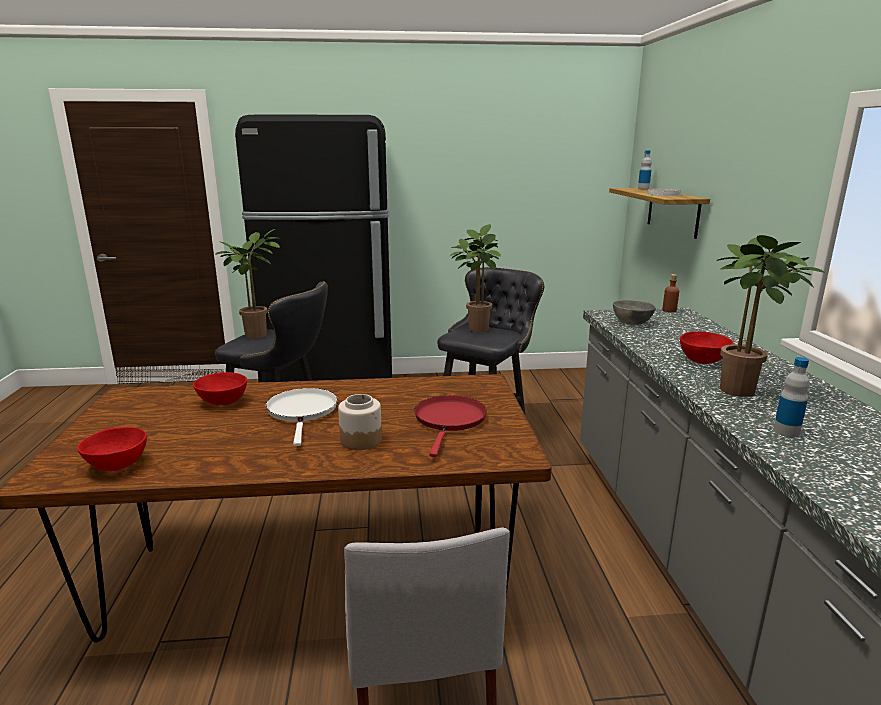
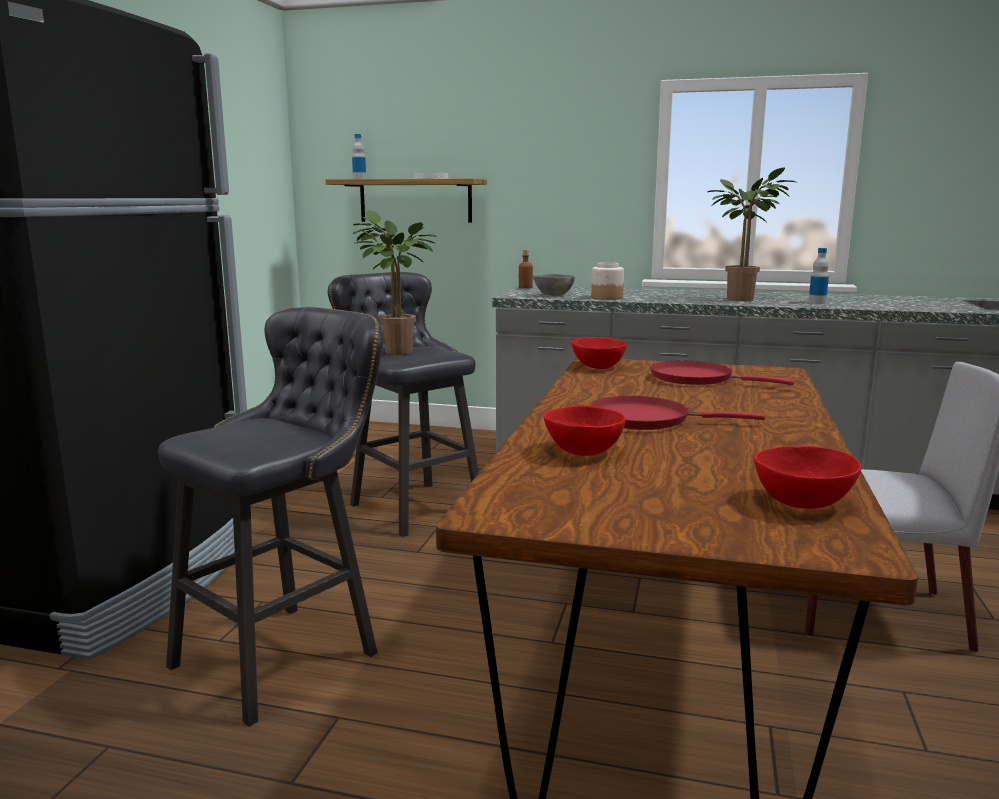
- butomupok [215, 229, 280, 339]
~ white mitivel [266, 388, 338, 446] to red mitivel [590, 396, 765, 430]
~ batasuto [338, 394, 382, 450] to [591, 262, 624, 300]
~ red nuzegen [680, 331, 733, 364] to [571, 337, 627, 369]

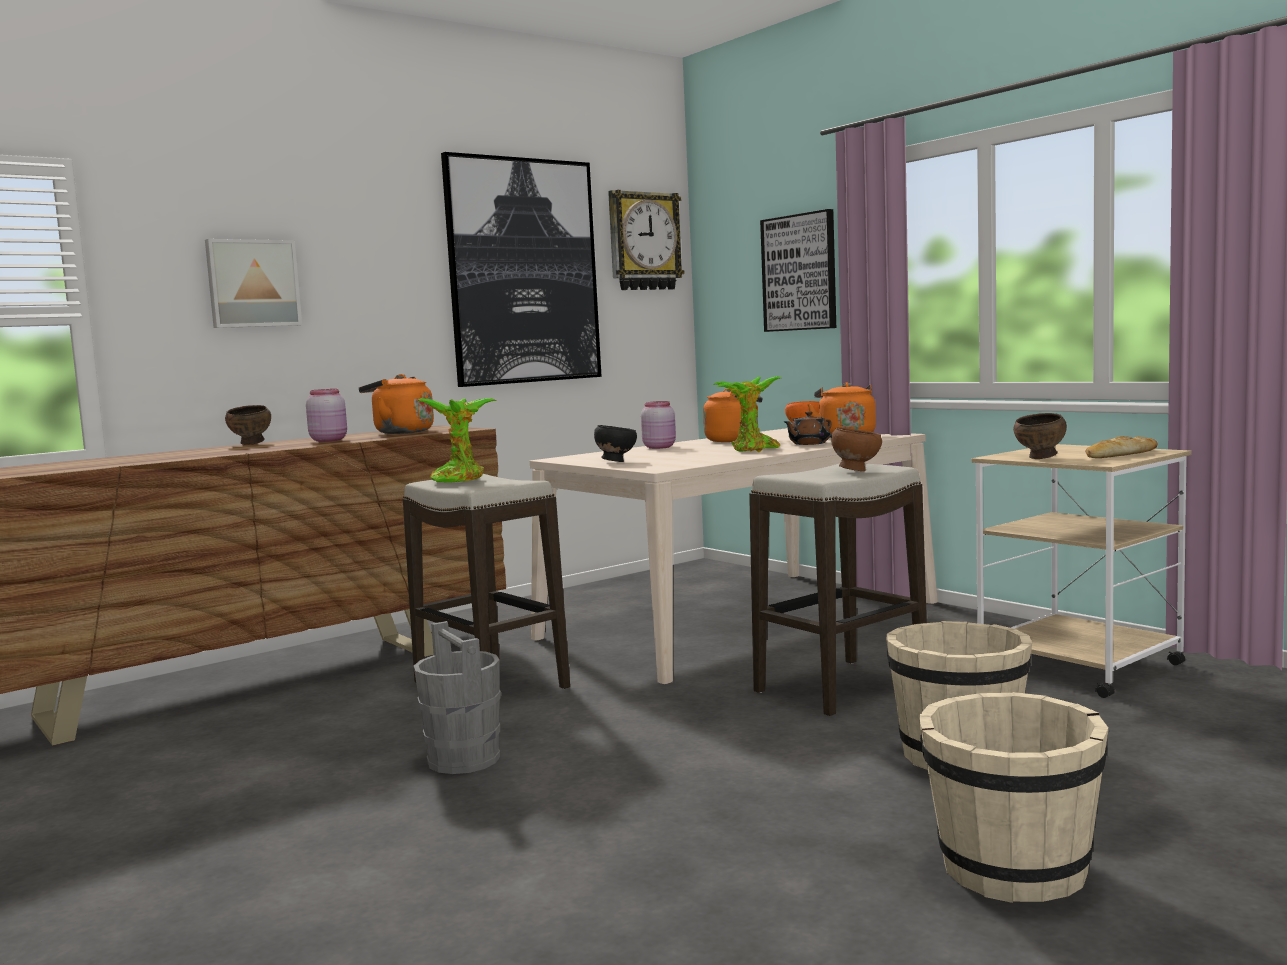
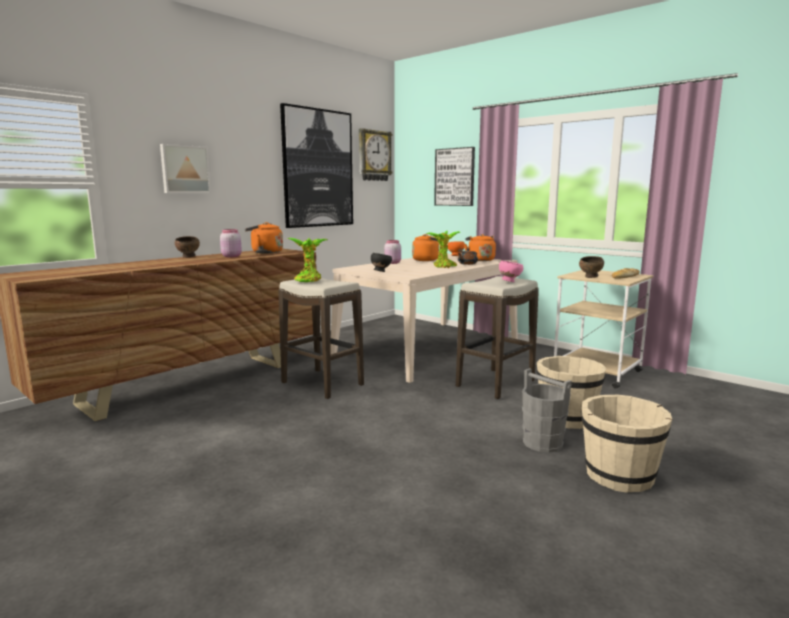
~ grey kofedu [414, 621, 501, 774] to [522, 368, 572, 453]
~ brown nuzegen [831, 427, 882, 471] to pink nuzegen [499, 260, 523, 282]

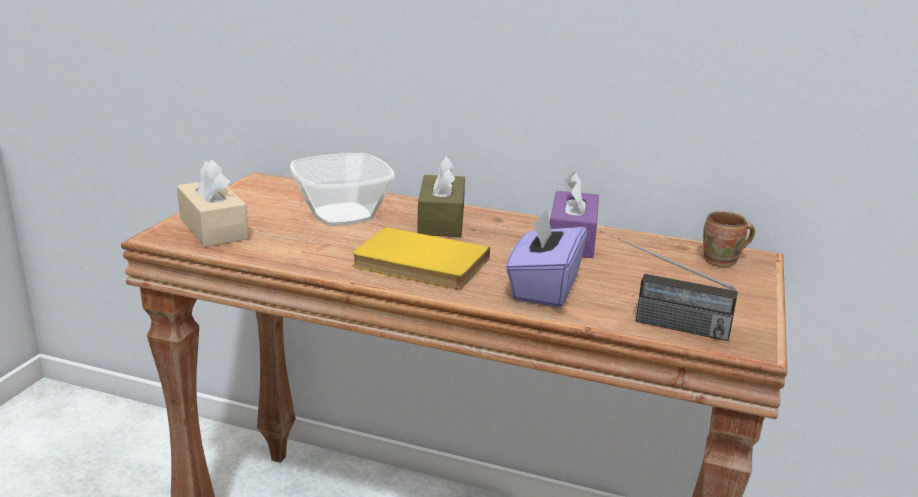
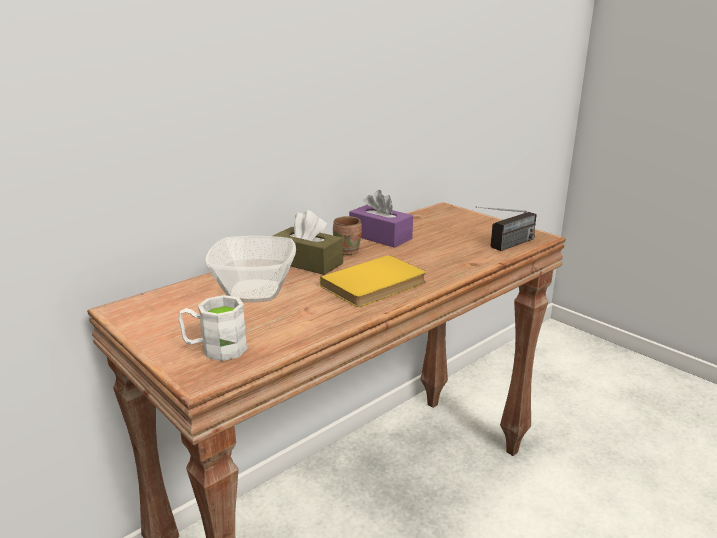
~ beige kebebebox [177, 160, 249, 247] to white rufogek [178, 295, 248, 361]
- purple kebebebox [506, 208, 587, 308]
~ brown rufogek [703, 211, 755, 267] to [333, 216, 362, 255]

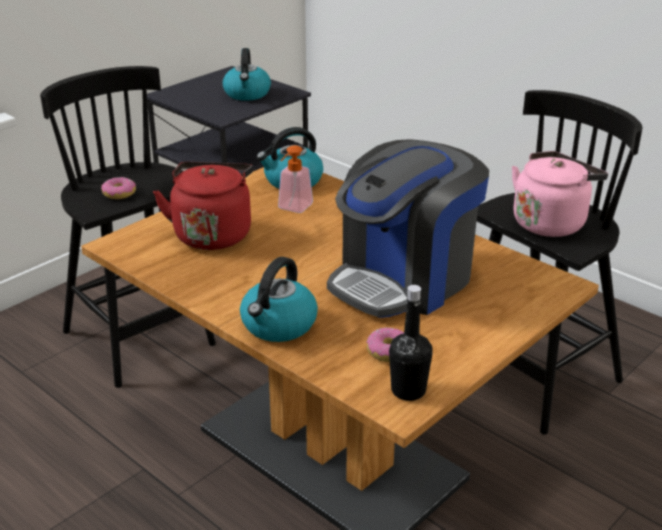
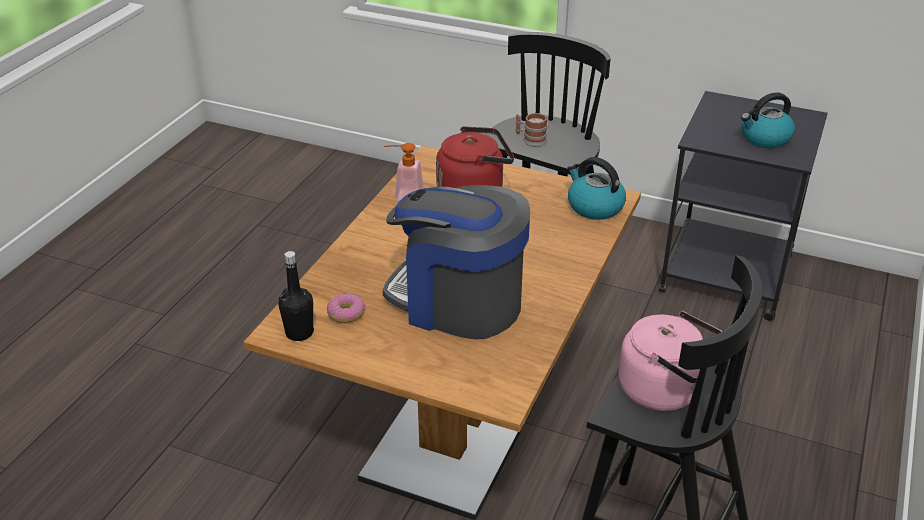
~ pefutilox [101, 177, 136, 199] to rufogek [516, 113, 548, 147]
- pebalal [240, 257, 318, 342]
~ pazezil [278, 145, 313, 213] to [384, 143, 424, 201]

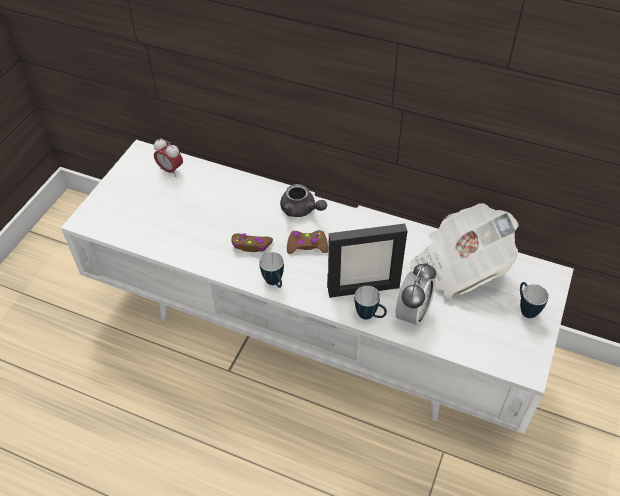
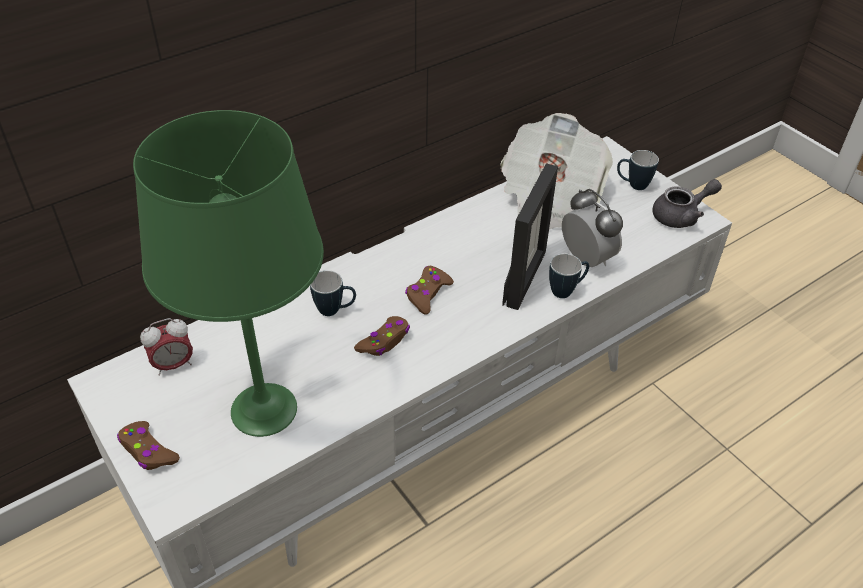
~ rufogek [259, 252, 284, 288] to [310, 270, 356, 316]
~ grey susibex [280, 184, 327, 217] to [652, 179, 722, 228]
+ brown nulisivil [117, 421, 180, 470]
+ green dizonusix [133, 110, 324, 437]

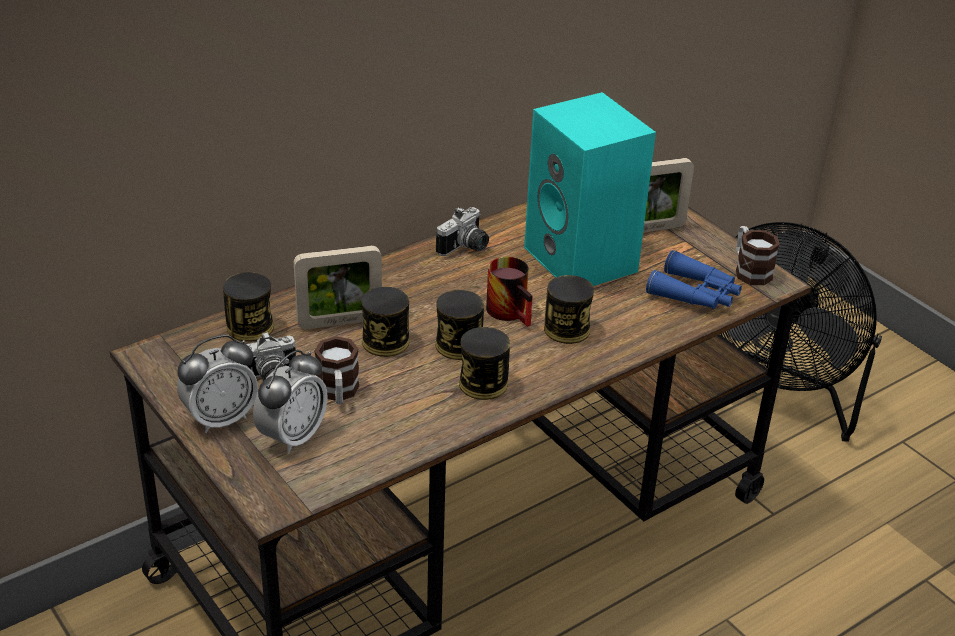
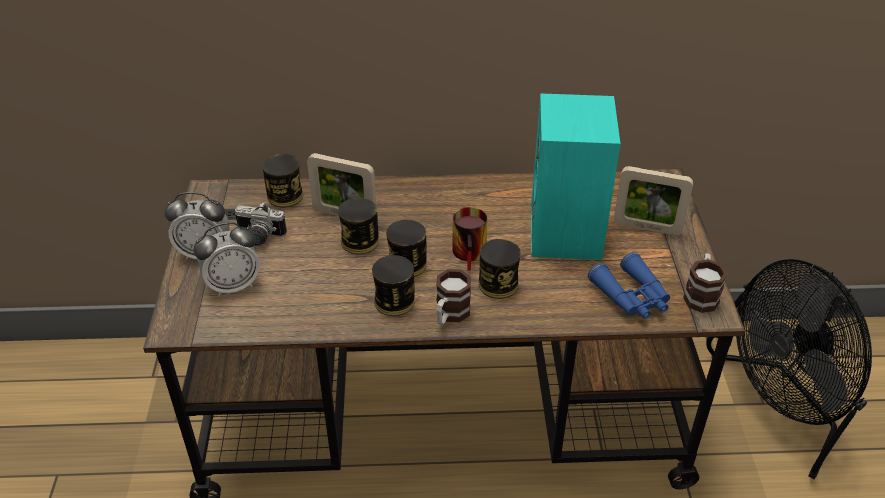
~ rufogek [314, 336, 359, 404] to [436, 269, 471, 325]
- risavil [436, 207, 489, 256]

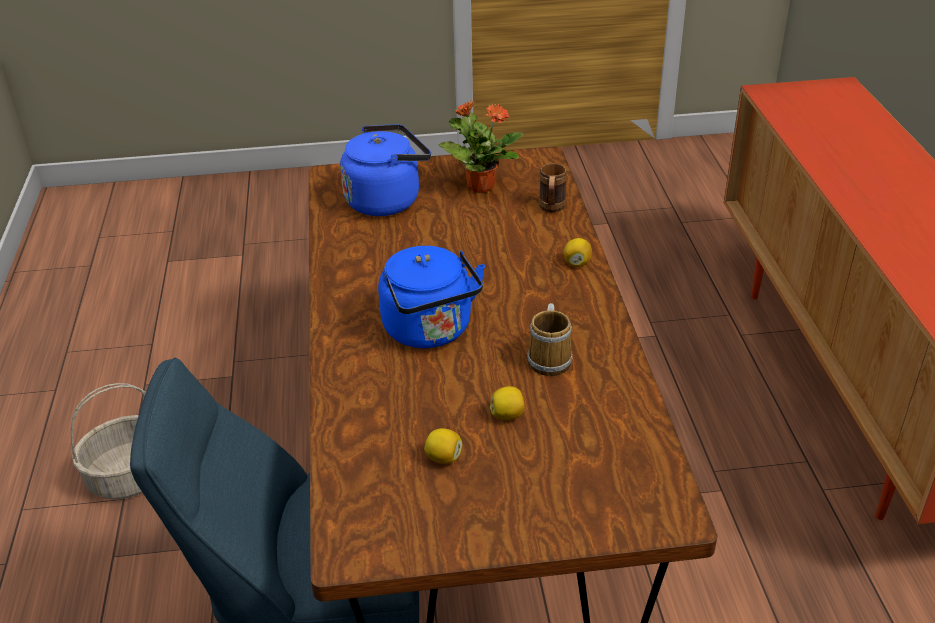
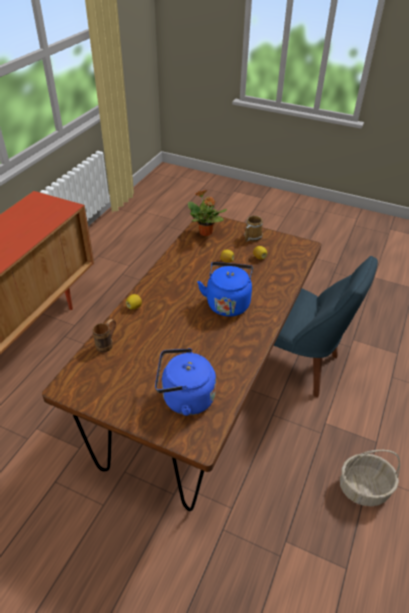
~ butomupok [438, 101, 523, 193] to [188, 190, 227, 236]
~ rufogek [527, 303, 573, 376] to [245, 216, 263, 242]

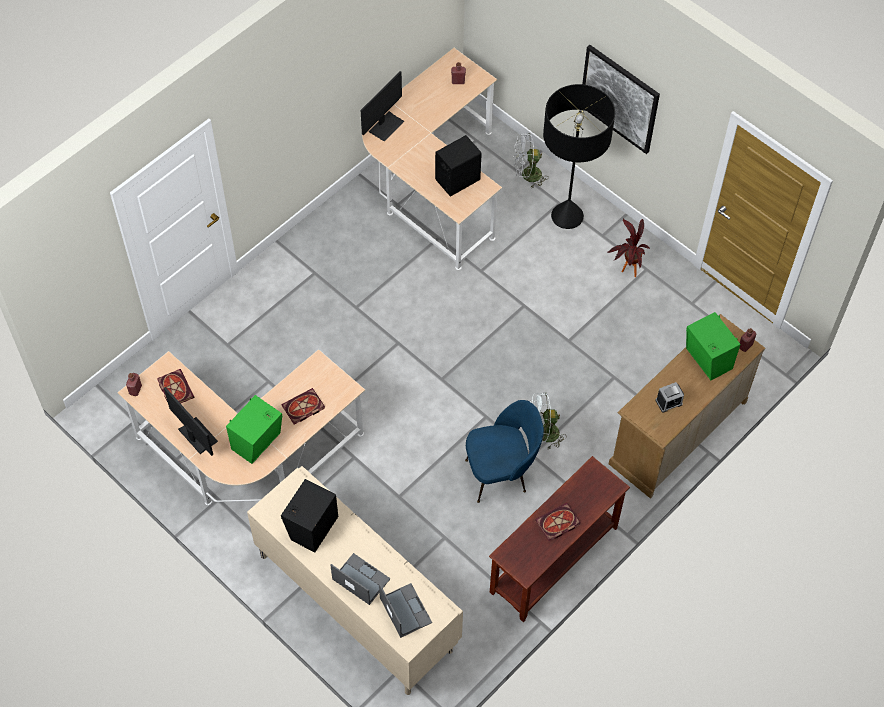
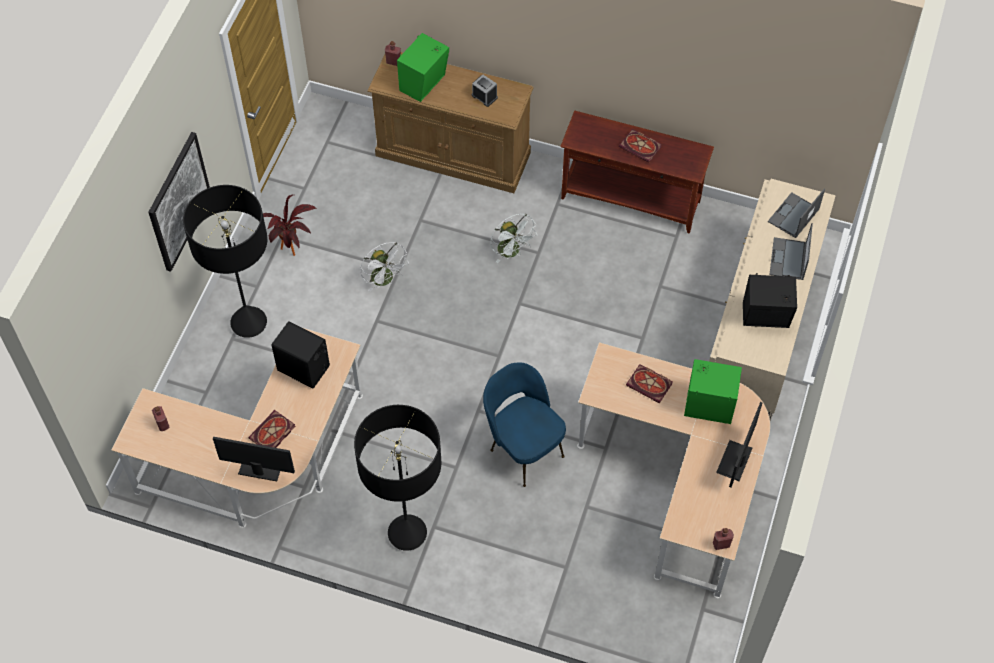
~ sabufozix [157, 369, 194, 404] to [248, 410, 295, 448]
~ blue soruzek [465, 400, 544, 503] to [483, 363, 566, 487]
~ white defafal [514, 133, 547, 188] to [360, 242, 409, 292]
+ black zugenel [354, 405, 441, 551]

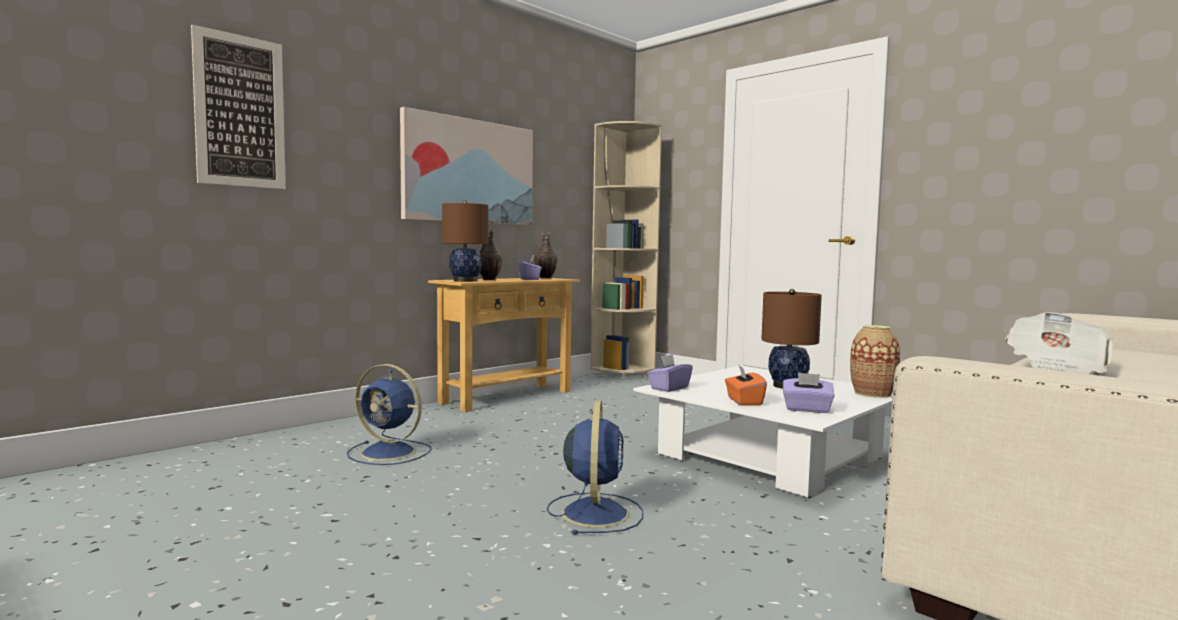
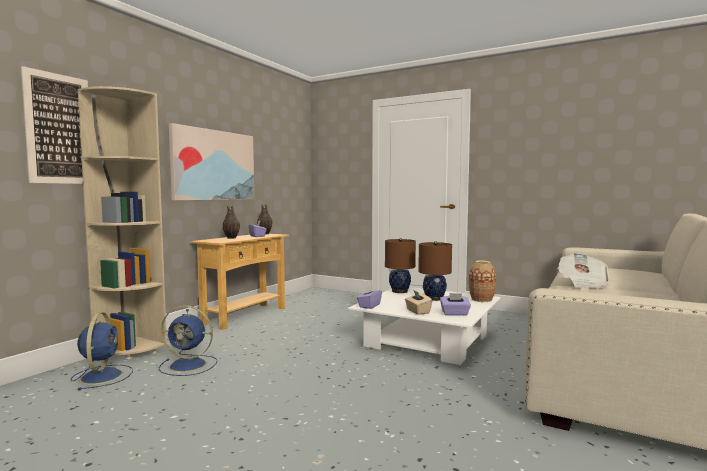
~ brown dizonusix [442, 201, 488, 282] to [385, 238, 416, 293]
~ blue defafal [547, 400, 643, 535] to [70, 312, 133, 390]
~ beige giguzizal [590, 121, 662, 379] to [78, 86, 167, 359]
~ orange kebebebox [725, 364, 767, 406] to beige kebebebox [405, 290, 432, 315]

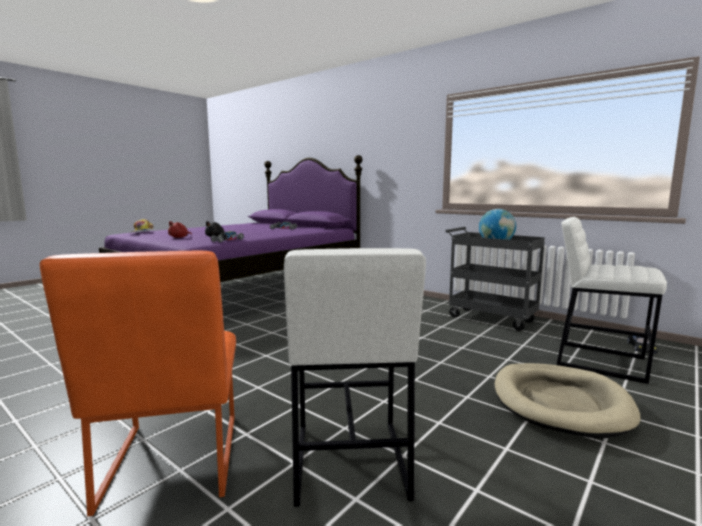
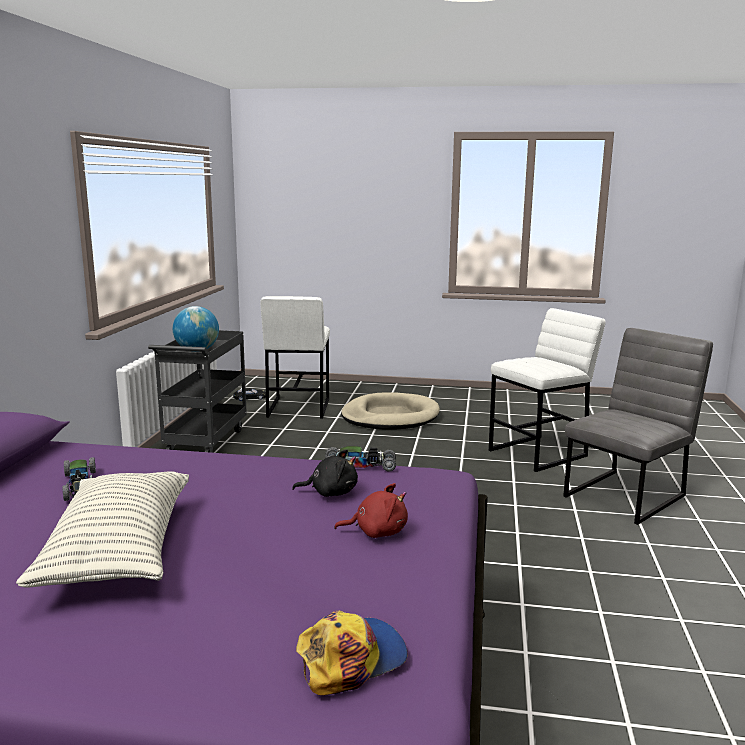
~ orange soruzek [40, 251, 236, 516] to grey soruzek [563, 328, 713, 525]
+ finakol [16, 471, 189, 588]

